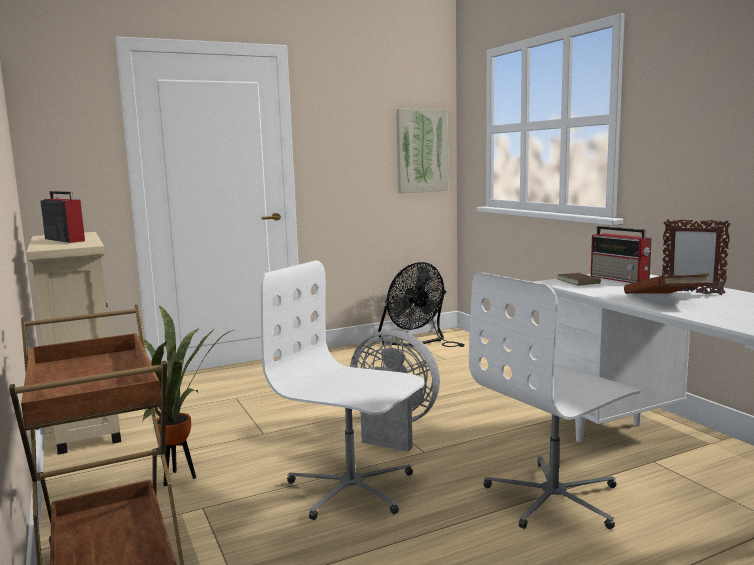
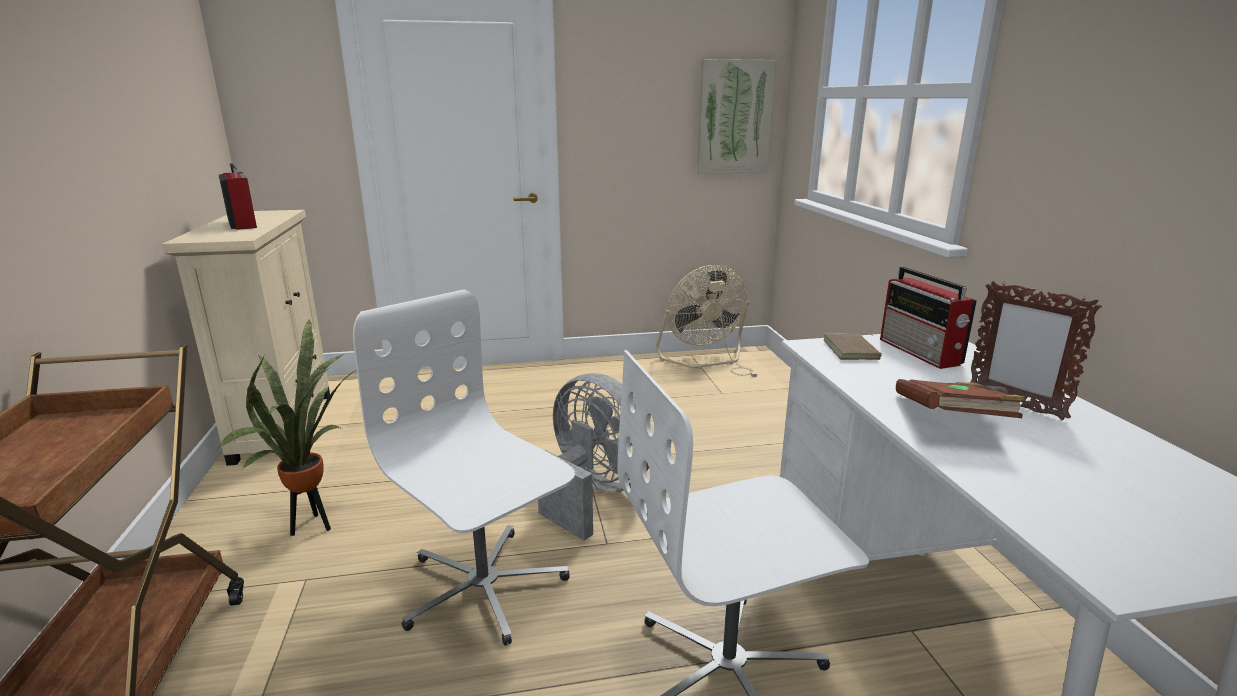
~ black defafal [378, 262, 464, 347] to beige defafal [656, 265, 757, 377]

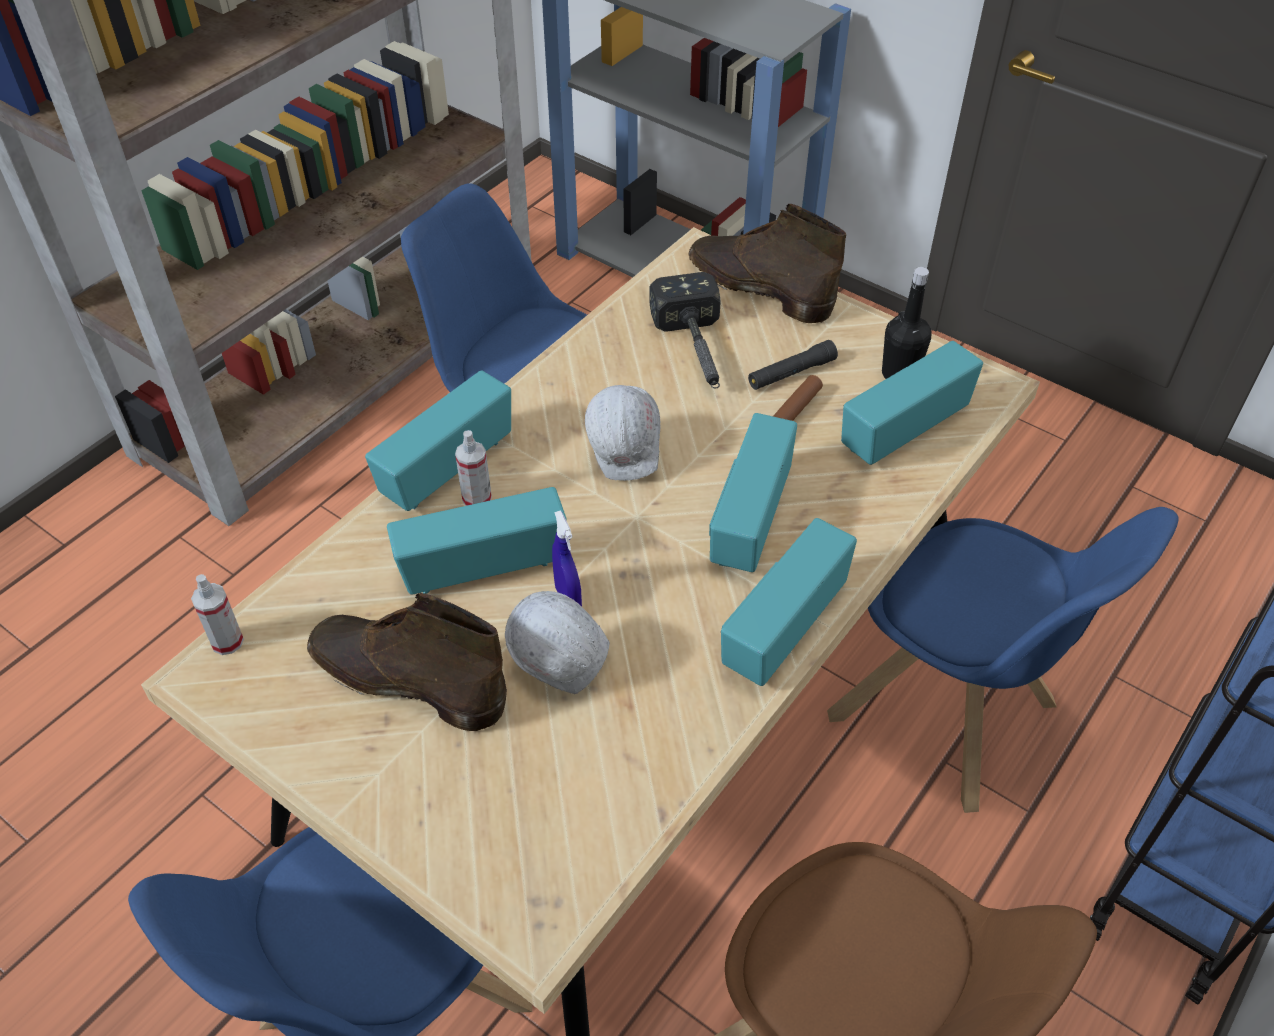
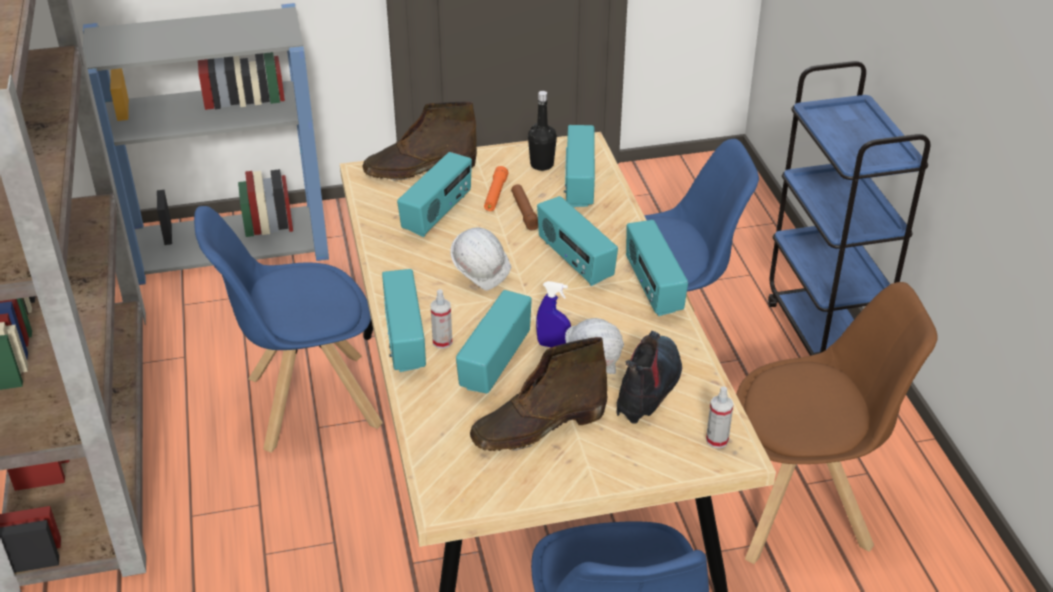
~ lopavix [191, 574, 244, 655] to [706, 386, 734, 448]
~ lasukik [649, 272, 721, 388] to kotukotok [397, 152, 472, 237]
~ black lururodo [748, 340, 838, 390] to orange lururodo [484, 166, 508, 211]
+ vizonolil [616, 331, 682, 424]

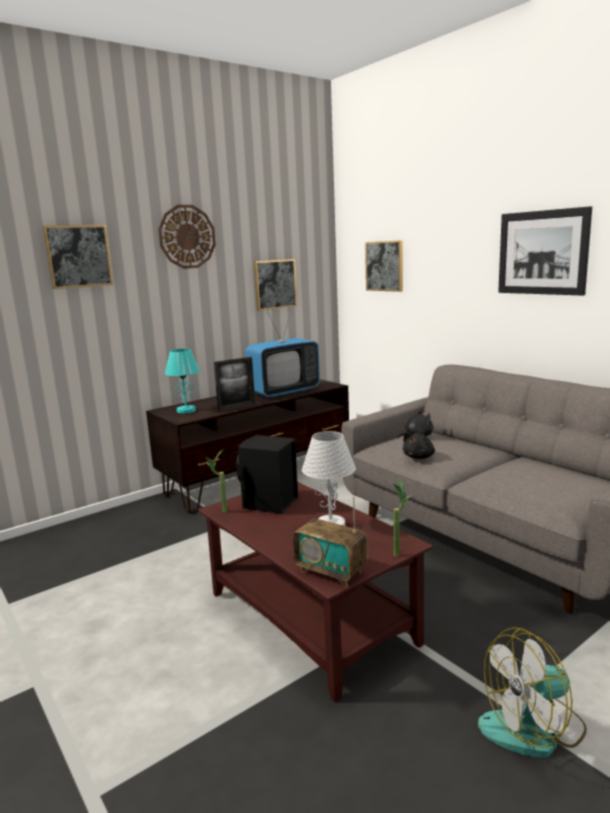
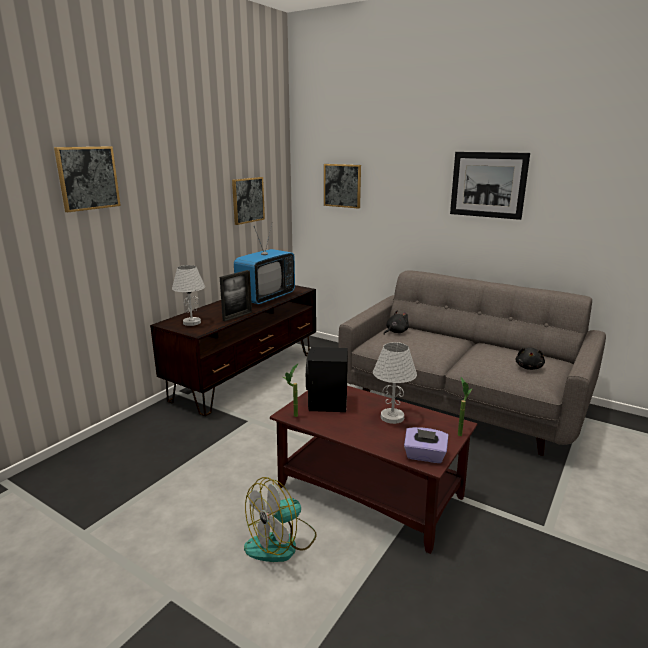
- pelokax [158, 205, 216, 269]
~ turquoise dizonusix [165, 348, 200, 414] to white dizonusix [172, 265, 205, 326]
~ kotukotok [293, 497, 368, 587] to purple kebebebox [404, 427, 448, 463]
~ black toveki [402, 432, 435, 459] to [515, 347, 545, 370]
~ defafal [478, 627, 587, 758] to [244, 477, 317, 562]

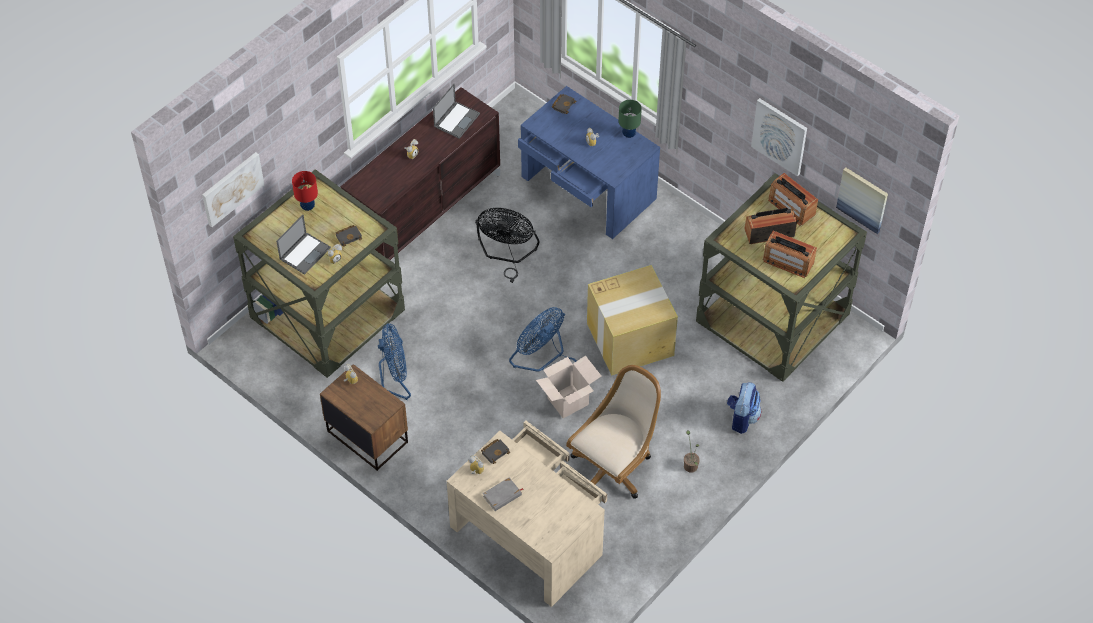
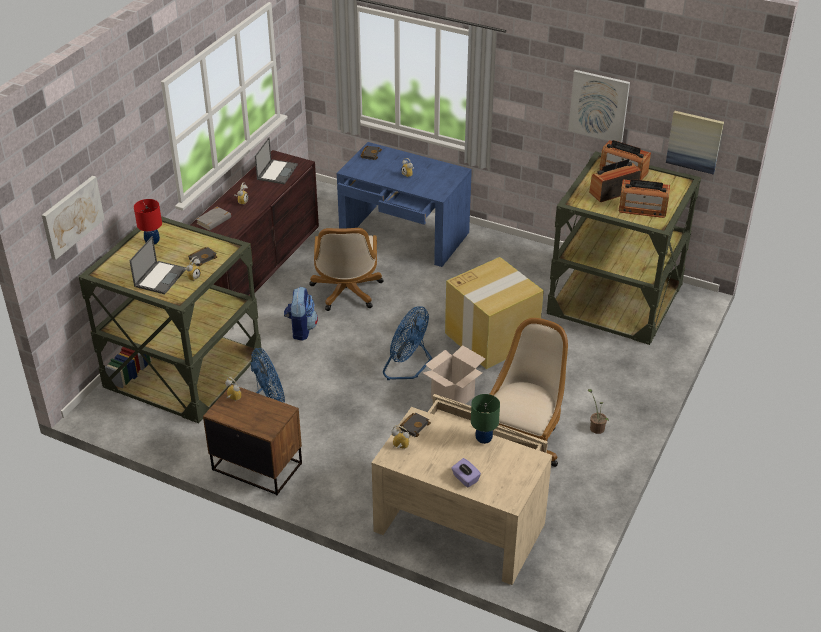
~ black defafal [475, 208, 540, 283] to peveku [309, 228, 383, 311]
~ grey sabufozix [483, 478, 524, 511] to [196, 206, 232, 231]
~ green dizonusix [619, 100, 642, 138] to [471, 394, 500, 444]
~ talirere [727, 382, 761, 434] to [284, 287, 318, 341]
+ purple kebebebox [451, 458, 481, 488]

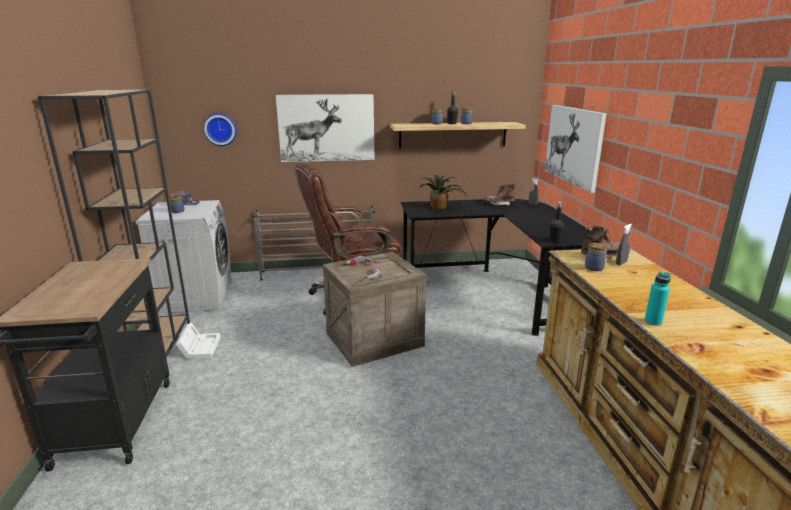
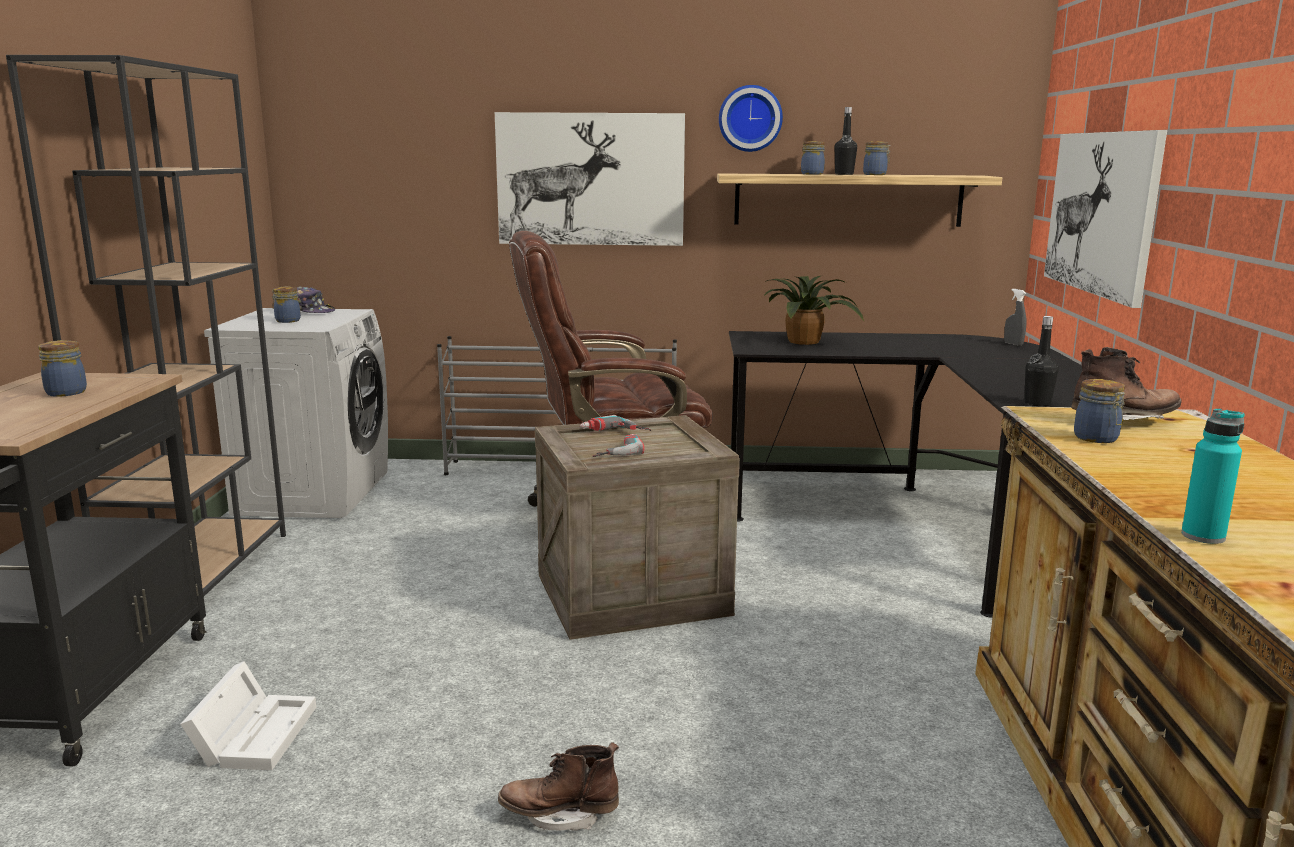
~ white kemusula [176, 323, 220, 359] to [180, 661, 316, 770]
~ pelokax [203, 113, 237, 146] to [719, 85, 783, 152]
~ brown vizonolil [485, 183, 515, 205] to [498, 742, 619, 831]
- grey lopavix [616, 224, 632, 265]
+ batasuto [38, 340, 87, 397]

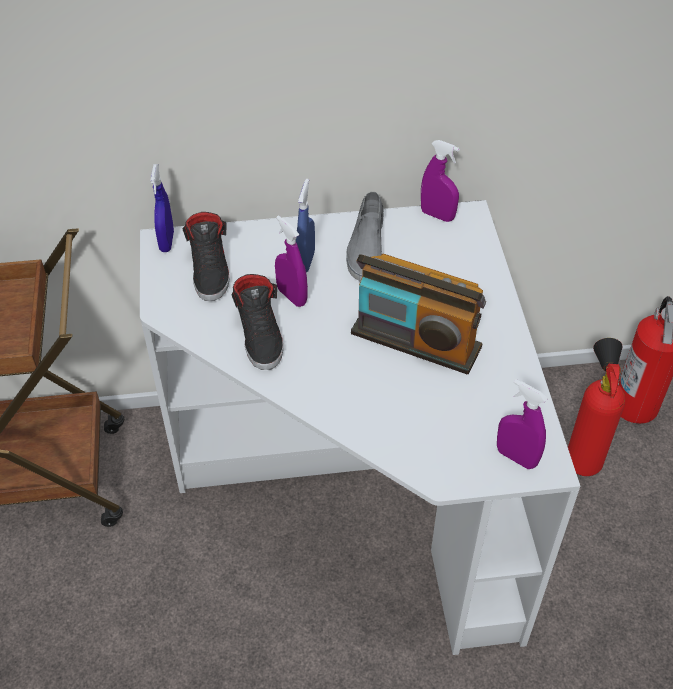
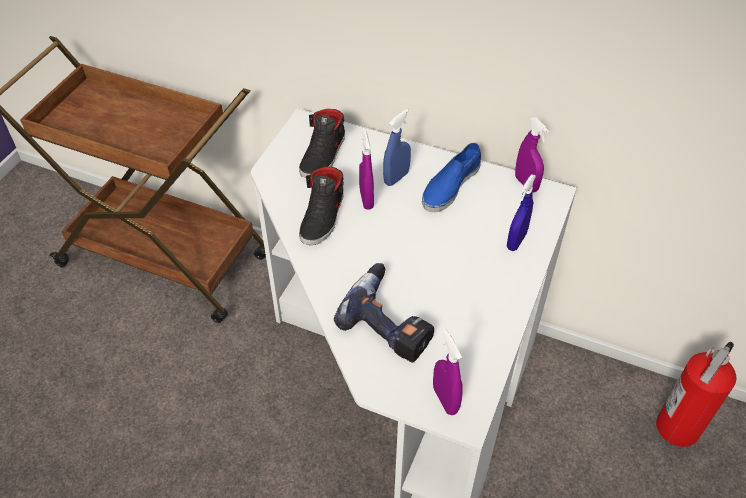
~ blue lopavix [150, 164, 174, 252] to [507, 174, 536, 251]
~ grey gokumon [346, 192, 384, 281] to blue gokumon [422, 143, 481, 212]
- kotukotok [351, 254, 486, 374]
- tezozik [568, 338, 625, 476]
+ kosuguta [334, 263, 434, 362]

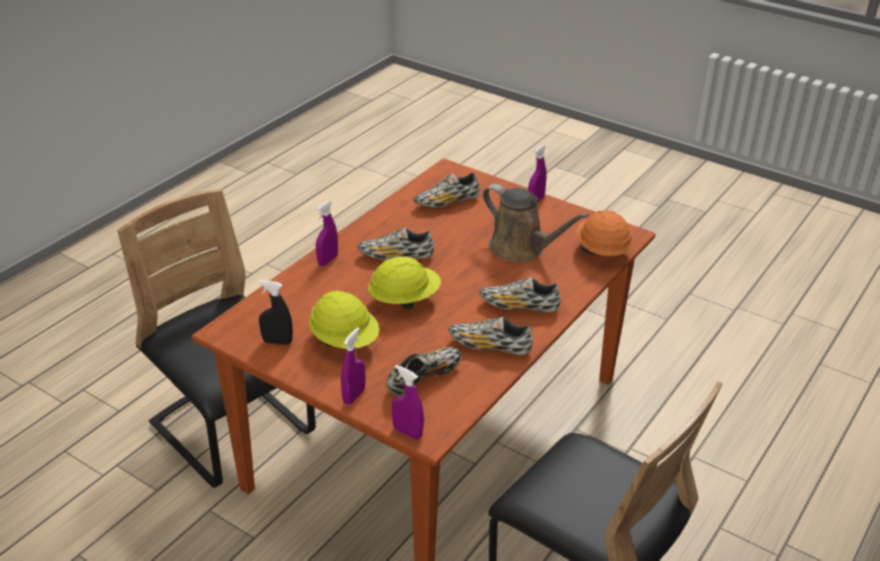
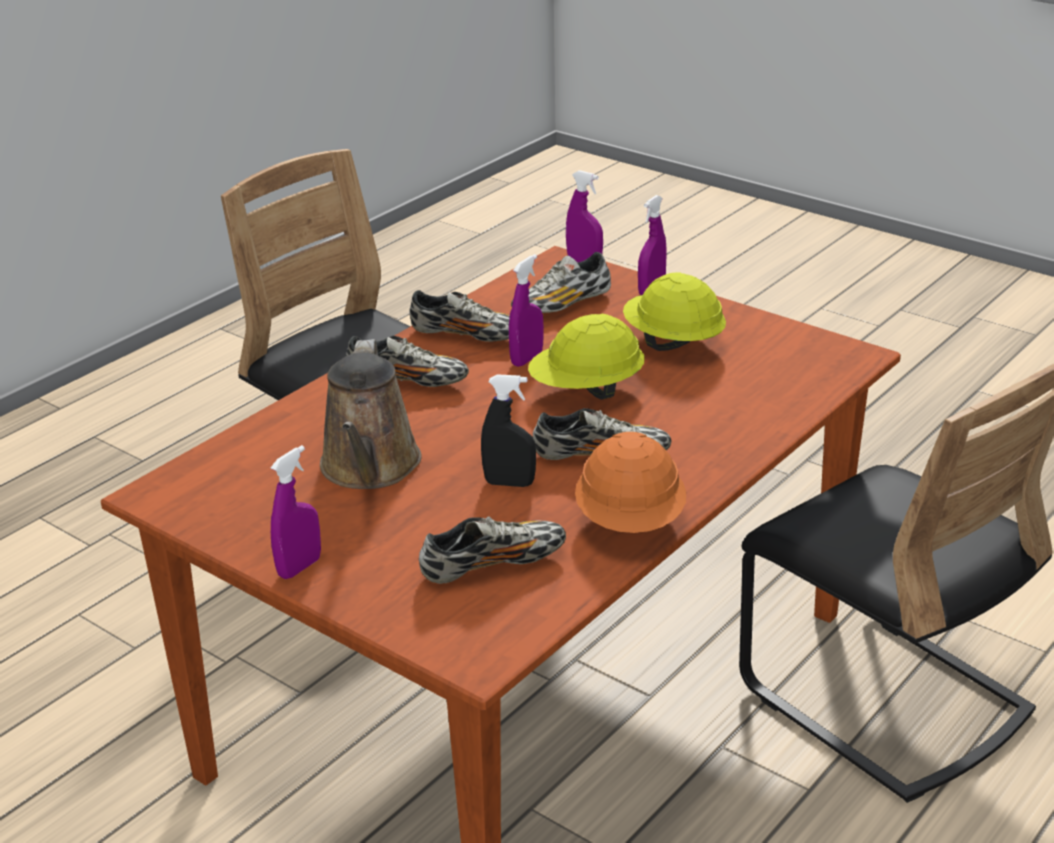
~ black lopavix [259, 280, 293, 345] to [481, 374, 536, 487]
~ purple lopavix [316, 201, 338, 266] to [509, 254, 544, 367]
~ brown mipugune [483, 184, 589, 262] = [320, 339, 422, 489] 135 degrees counterclockwise
~ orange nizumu [576, 210, 634, 256] to [575, 432, 686, 533]

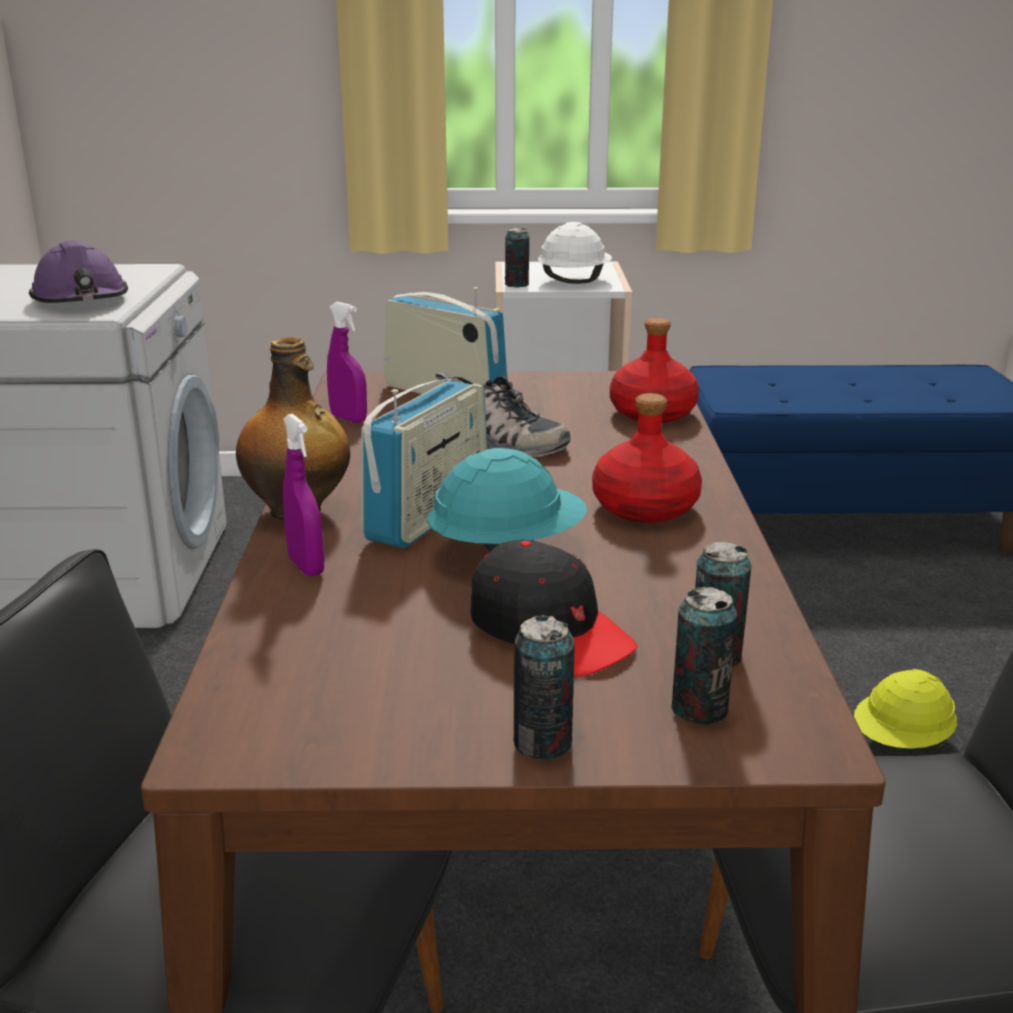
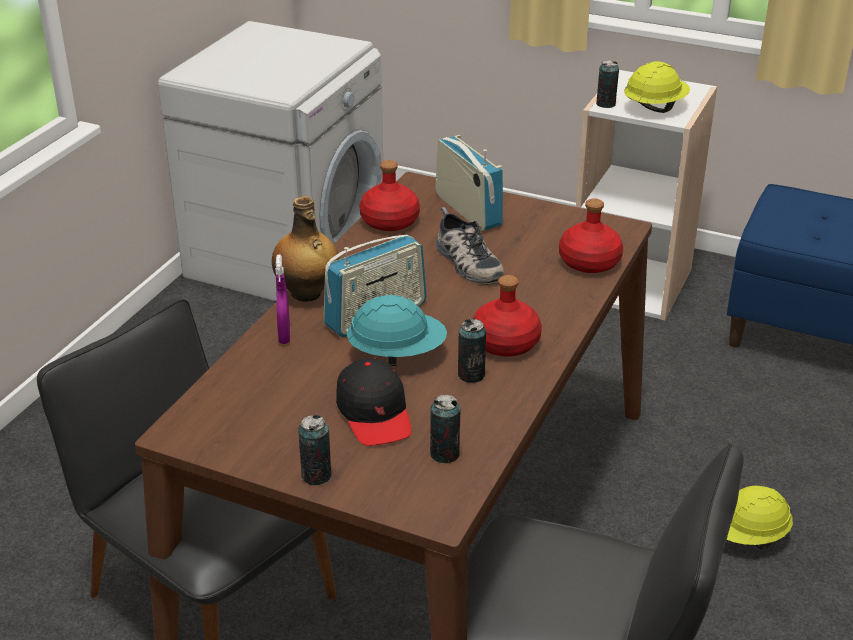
- purple nizumu [29, 240, 128, 303]
~ purple lopavix [327, 302, 367, 423] to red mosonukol [359, 160, 420, 231]
~ white nizumu [538, 222, 612, 284] to yellow nizumu [624, 61, 690, 113]
~ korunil [671, 587, 737, 725] to [458, 319, 486, 383]

